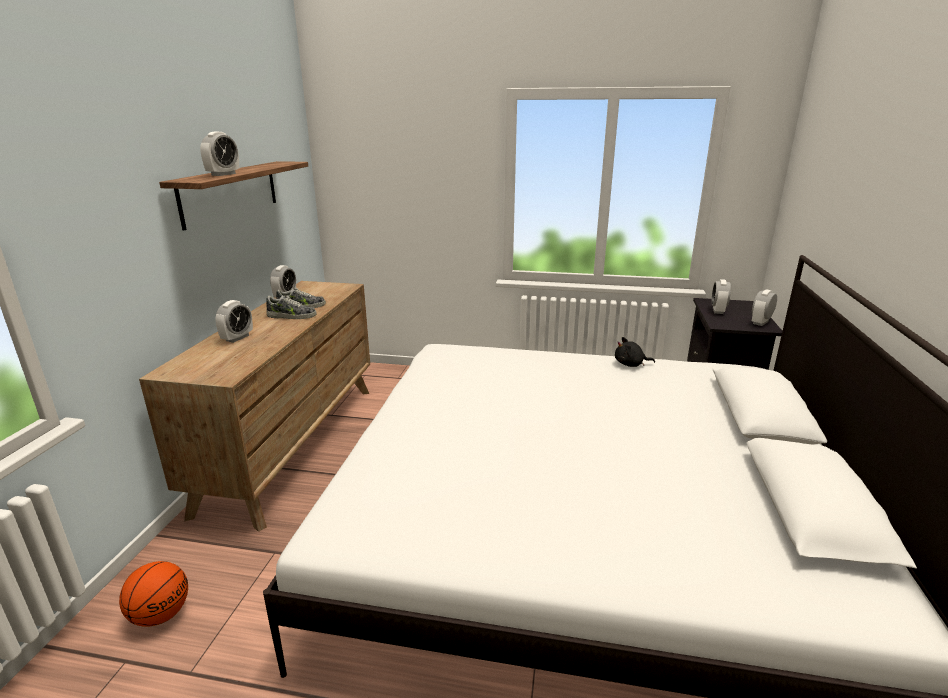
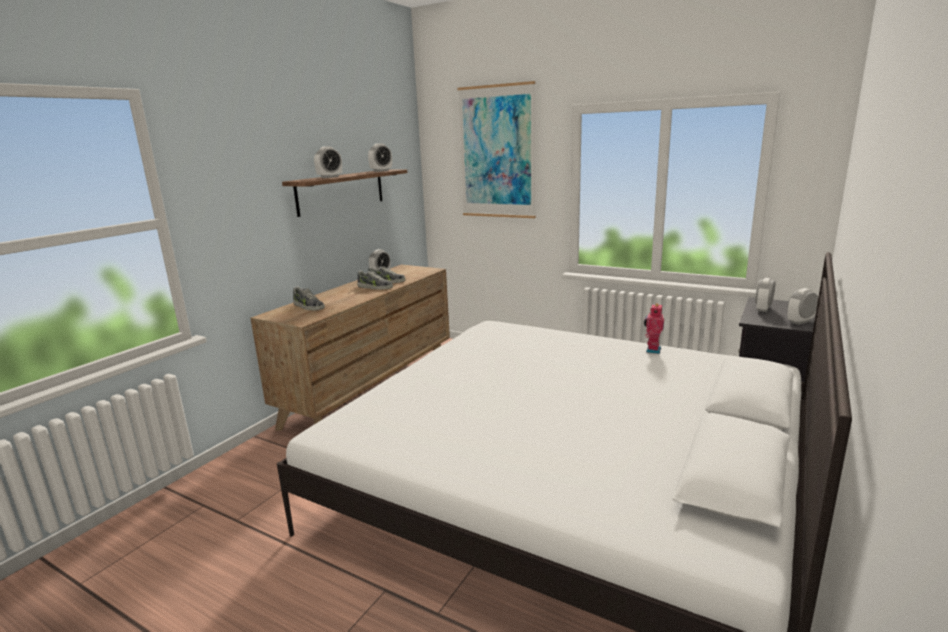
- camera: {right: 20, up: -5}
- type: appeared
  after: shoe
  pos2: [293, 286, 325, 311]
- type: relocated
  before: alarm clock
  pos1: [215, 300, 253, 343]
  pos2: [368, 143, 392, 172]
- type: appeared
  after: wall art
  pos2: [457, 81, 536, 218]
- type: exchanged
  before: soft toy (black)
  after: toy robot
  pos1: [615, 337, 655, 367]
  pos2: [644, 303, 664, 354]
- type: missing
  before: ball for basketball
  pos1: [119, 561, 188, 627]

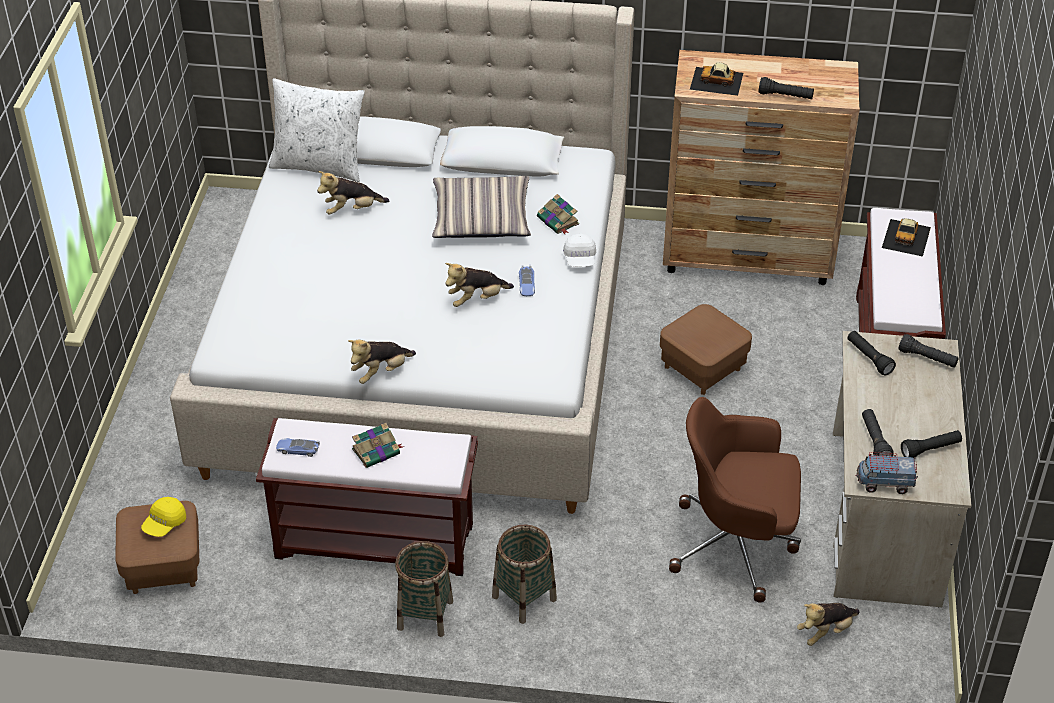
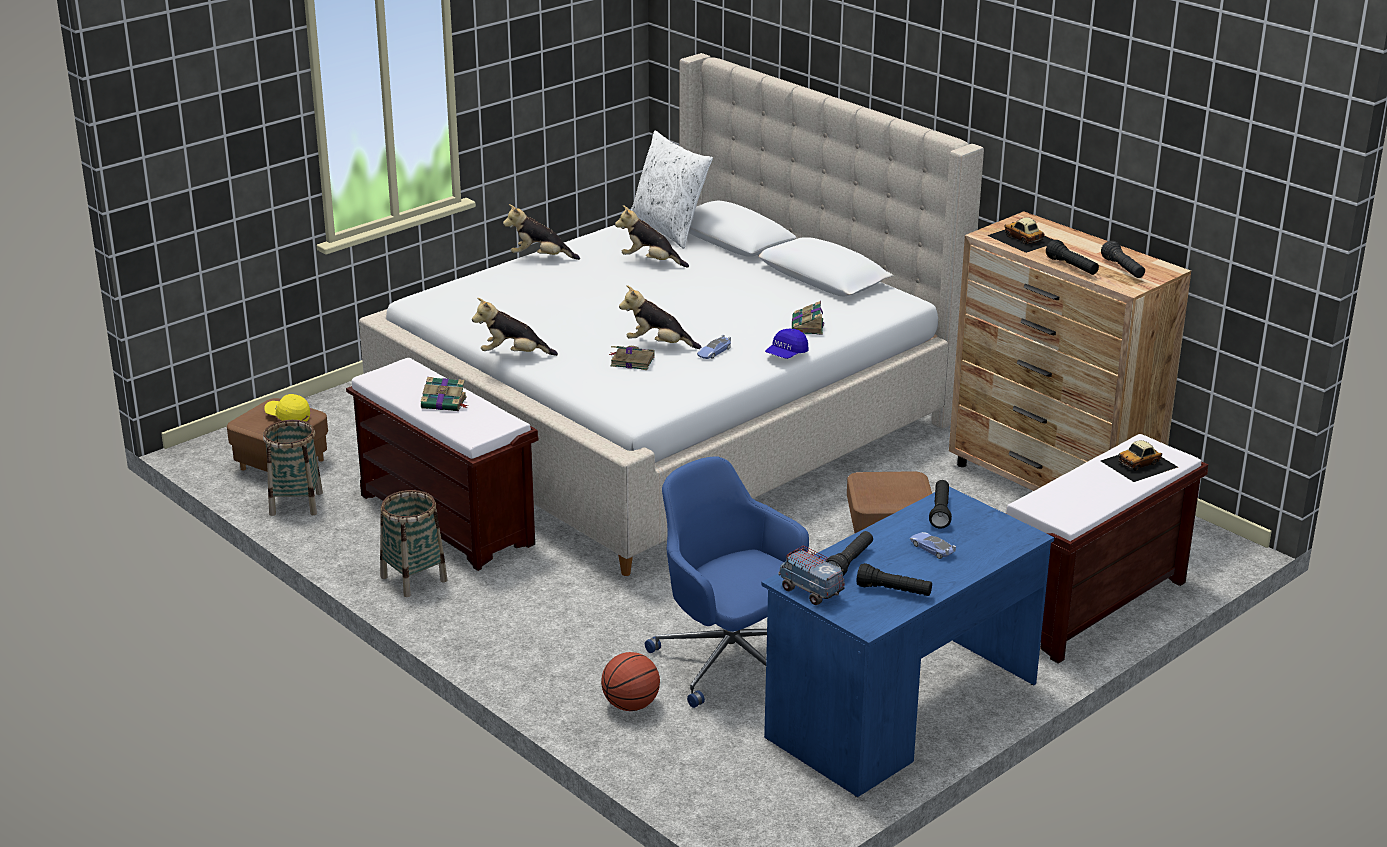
- camera: {right: 40, up: -15}
- type: relocated
  before: storage basket
  pos1: [492, 525, 557, 624]
  pos2: [263, 420, 323, 516]
- type: spun
  before: peaked cap (yellowish)
  pos1: [141, 497, 186, 537]
  pos2: [264, 394, 310, 422]
  turn: 45
- type: relocated
  before: soft toy
  pos1: [797, 603, 859, 646]
  pos2: [503, 204, 580, 260]
- type: appeared
  after: ball for basketball
  pos2: [601, 652, 660, 711]
- type: appeared
  after: book
  pos2: [609, 346, 655, 370]
- type: colour
  before: desk chair (brownish)
  after: desk chair (blue-coloured)
  pos1: [669, 397, 801, 602]
  pos2: [645, 457, 809, 708]
- type: colour
  before: desk table (sand-coloured)
  after: desk table (blue-coloured)
  pos1: [833, 331, 971, 608]
  pos2: [761, 487, 1054, 797]
- type: colour
  before: peaked cap (white-coloured)
  after: peaked cap (blue-coloured)
  pos1: [563, 234, 596, 267]
  pos2: [765, 329, 808, 359]
- type: relocated
  before: toy car
  pos1: [276, 438, 320, 457]
  pos2: [910, 532, 956, 559]
- type: relocated
  before: flashlight (black)
  pos1: [899, 334, 959, 368]
  pos2: [1101, 241, 1145, 278]
- type: missing
  before: throw pillow
  pos1: [432, 176, 531, 238]

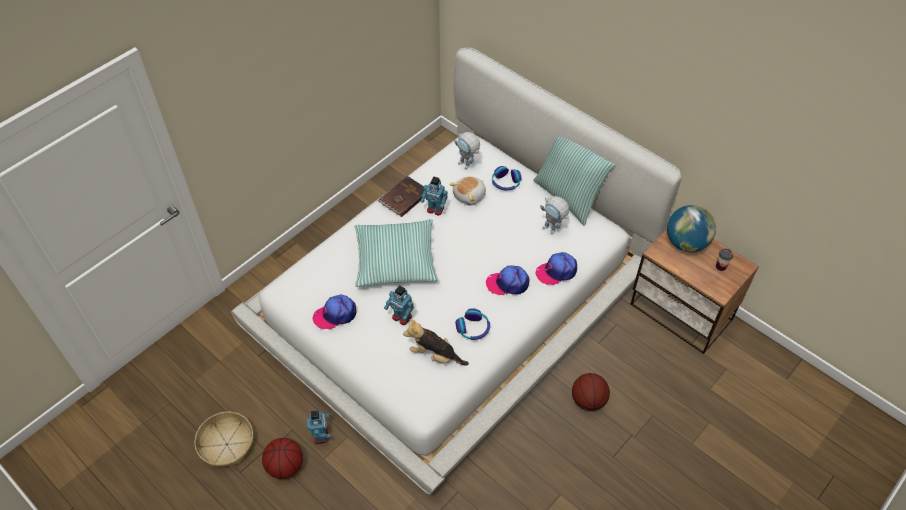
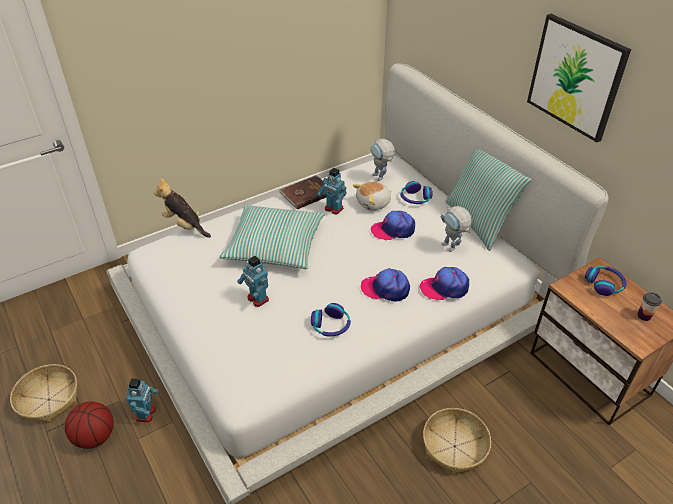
- camera: {right: 15, up: -10}
- type: relocated
  before: soft toy
  pos1: [403, 319, 469, 365]
  pos2: [154, 178, 211, 238]
- type: relocated
  before: peaked cap
  pos1: [313, 295, 356, 329]
  pos2: [371, 211, 415, 240]
- type: exchanged
  before: ball for basketball
  after: storage basket
  pos1: [572, 373, 610, 411]
  pos2: [423, 408, 491, 475]
- type: appeared
  after: wall art
  pos2: [527, 14, 631, 142]
- type: exchanged
  before: globe
  after: headphones
  pos1: [667, 205, 716, 252]
  pos2: [585, 266, 627, 296]

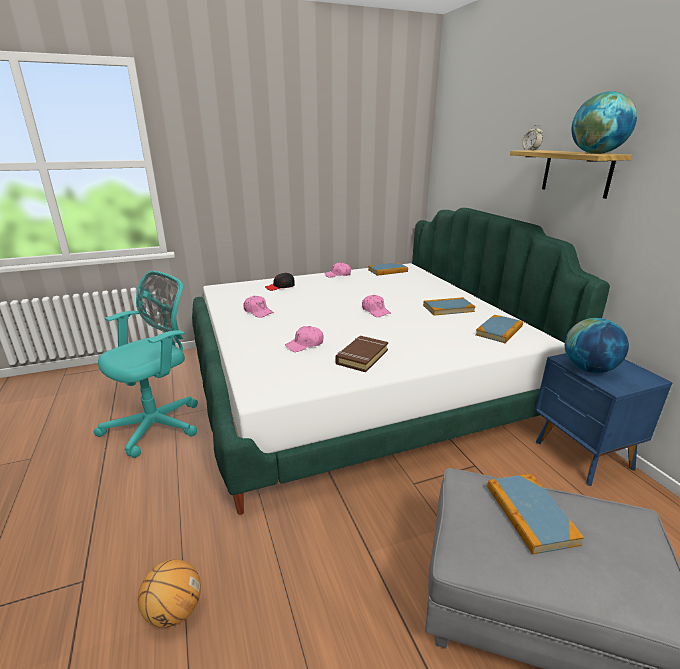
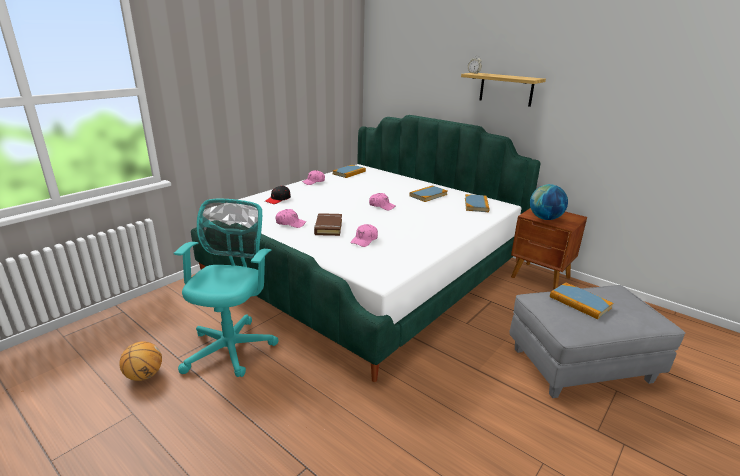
- camera: {right: -30, up: 0}
- type: relocated
  before: ball for basketball
  pos1: [138, 559, 201, 628]
  pos2: [119, 341, 162, 381]
- type: relocated
  before: book (brownish)
  pos1: [336, 336, 388, 372]
  pos2: [314, 213, 342, 236]
- type: colour
  before: night table (blue-coloured)
  after: night table (brownish)
  pos1: [535, 353, 672, 486]
  pos2: [511, 208, 587, 290]
- type: missing
  before: globe
  pos1: [571, 91, 637, 154]

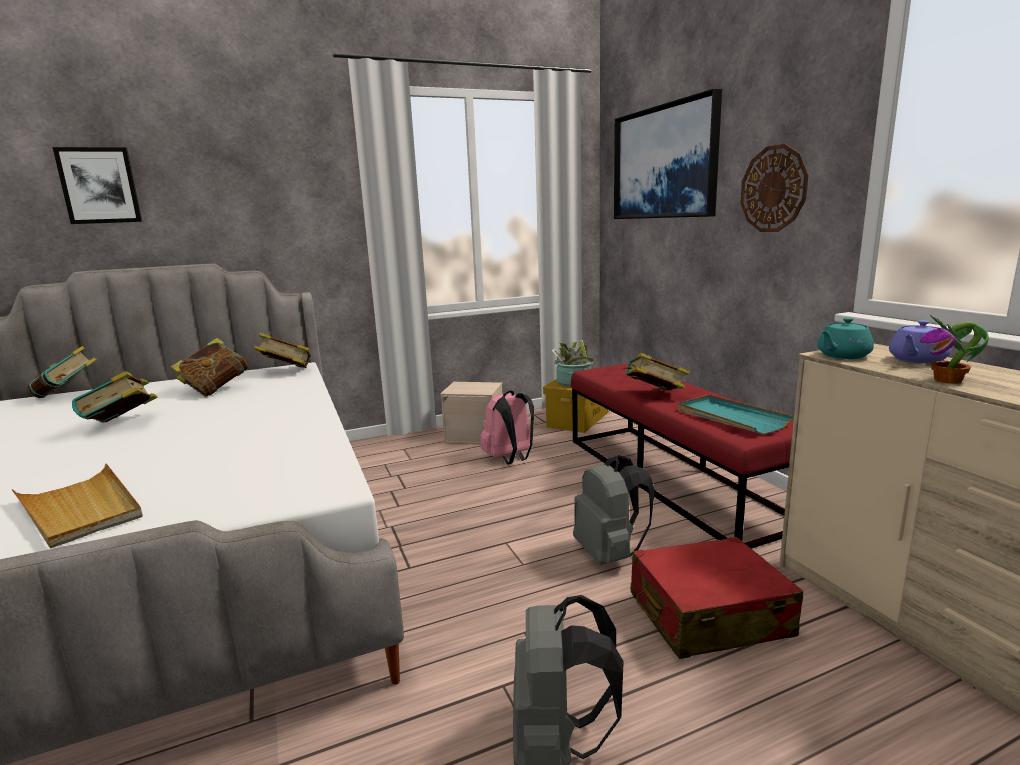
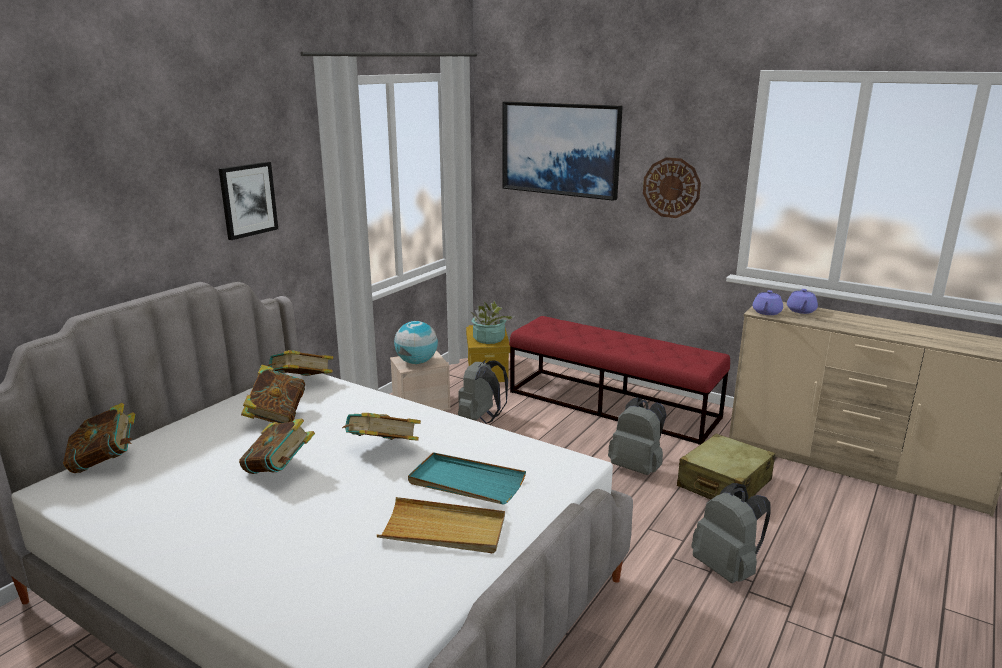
- camera: {right: -35, up: 5}
- type: relocated
  before: wall art
  pos1: [53, 147, 142, 224]
  pos2: [219, 162, 278, 240]
- type: relocated
  before: book
  pos1: [622, 353, 690, 390]
  pos2: [342, 413, 421, 440]
- type: appeared
  after: globe
  pos2: [394, 321, 438, 364]
- type: relocated
  before: carrying tray (blue-green)
  pos1: [678, 395, 793, 434]
  pos2: [408, 452, 526, 505]
- type: colour
  before: knapsack (pinkish)
  after: knapsack (grey)
  pos1: [480, 390, 534, 465]
  pos2: [458, 360, 508, 424]
- type: colour
  before: travel case (reddish)
  after: travel case (sand-coloured)
  pos1: [631, 537, 804, 659]
  pos2: [677, 434, 775, 499]
- type: colour
  before: teapot (blue-green)
  after: teapot (purplish)
  pos1: [818, 318, 874, 359]
  pos2: [753, 290, 783, 315]
- type: missing
  before: houseplant
  pos1: [920, 315, 989, 384]

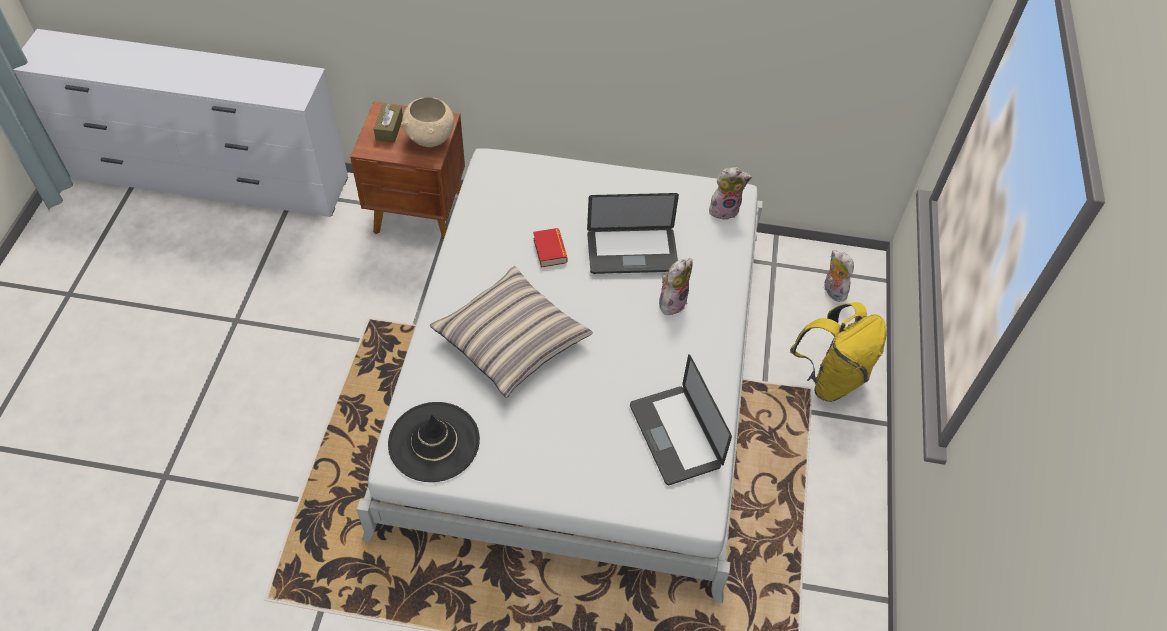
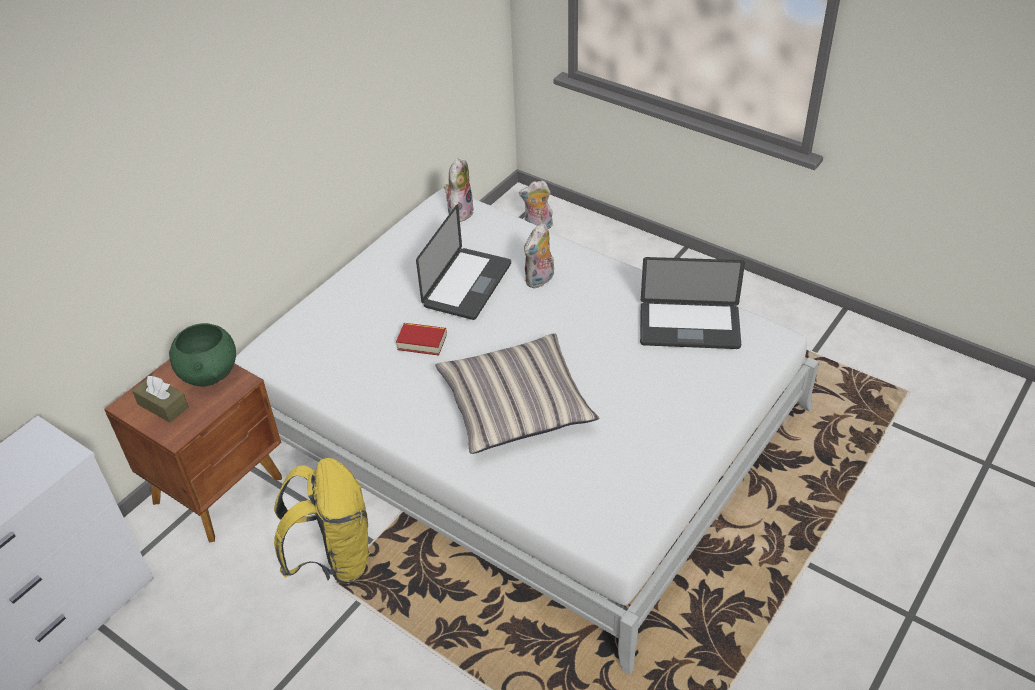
- camera: {right: -60, up: -10}
- type: colour
  before: deep dish (sand-coloured)
  after: deep dish (greenish)
  pos1: [401, 97, 454, 147]
  pos2: [169, 323, 236, 386]
- type: relocated
  before: knapsack (yellowish)
  pos1: [790, 302, 886, 402]
  pos2: [274, 458, 371, 584]
- type: spun
  before: soft toy
  pos1: [659, 258, 692, 318]
  pos2: [524, 223, 554, 288]
  turn: -120
- type: missing
  before: wearable hat (black)
  pos1: [388, 402, 480, 482]

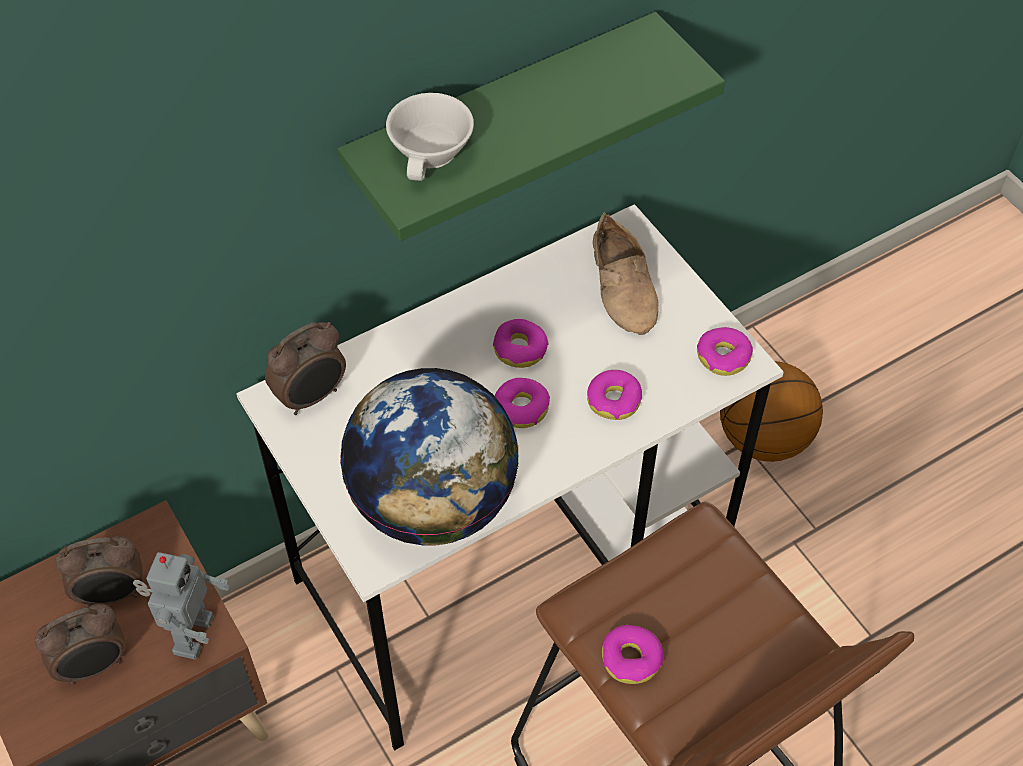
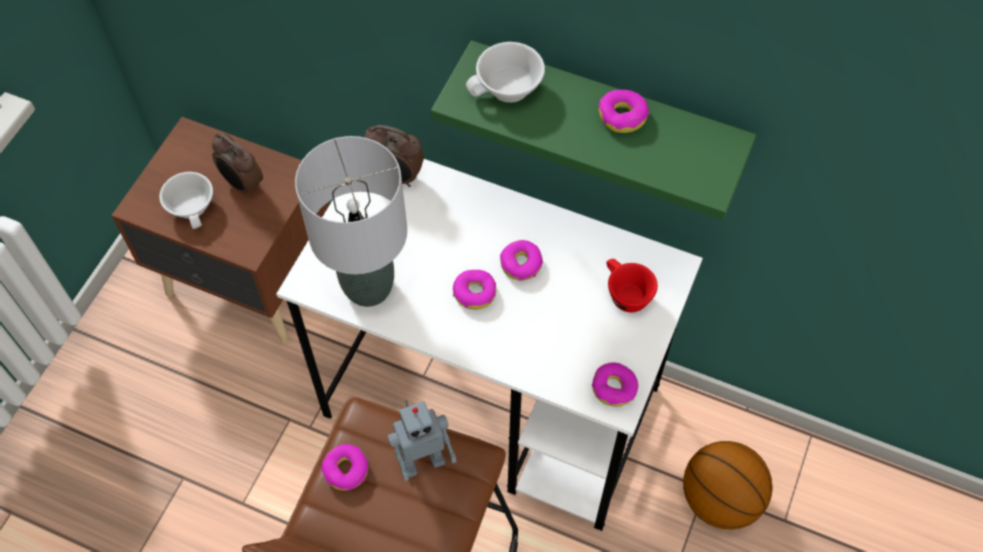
- camera: {right: 55, up: 5}
- type: exchanged
  before: alarm clock
  after: cup (white-coloured)
  pos1: [35, 604, 126, 685]
  pos2: [159, 172, 213, 229]
- type: exchanged
  before: globe
  after: table lamp (grey)
  pos1: [340, 368, 519, 545]
  pos2: [295, 136, 407, 307]
- type: relocated
  before: toy robot
  pos1: [133, 552, 230, 660]
  pos2: [388, 400, 456, 481]
- type: relocated
  before: doughnut
  pos1: [587, 370, 642, 420]
  pos2: [599, 90, 649, 133]
- type: exchanged
  before: shoe (sand-coloured)
  after: cup (reddish)
  pos1: [593, 212, 659, 335]
  pos2: [606, 259, 658, 312]

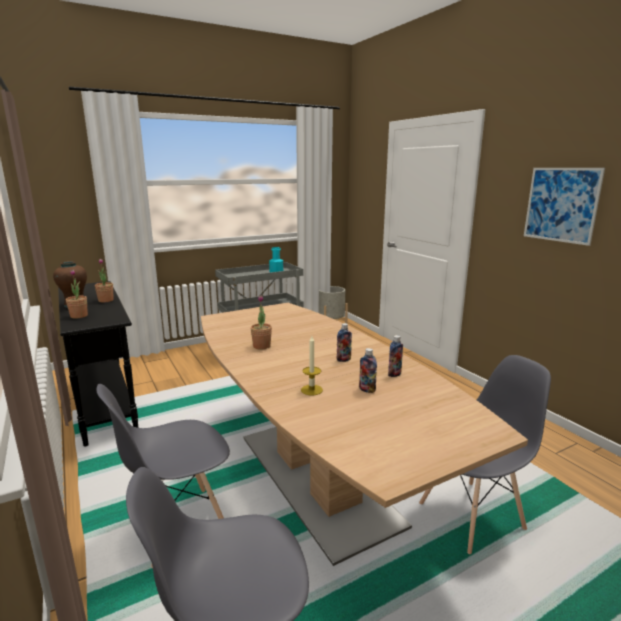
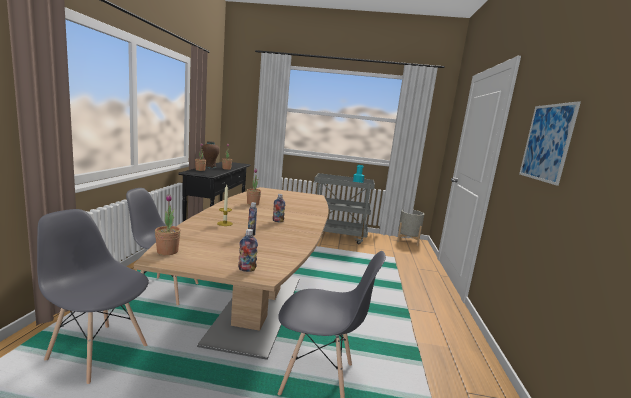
- camera: {right: 35, up: -5}
- type: appeared
  after: houseplant
  pos2: [155, 194, 181, 255]
- type: relocated
  before: bottle
  pos1: [388, 335, 403, 377]
  pos2: [238, 229, 258, 272]

